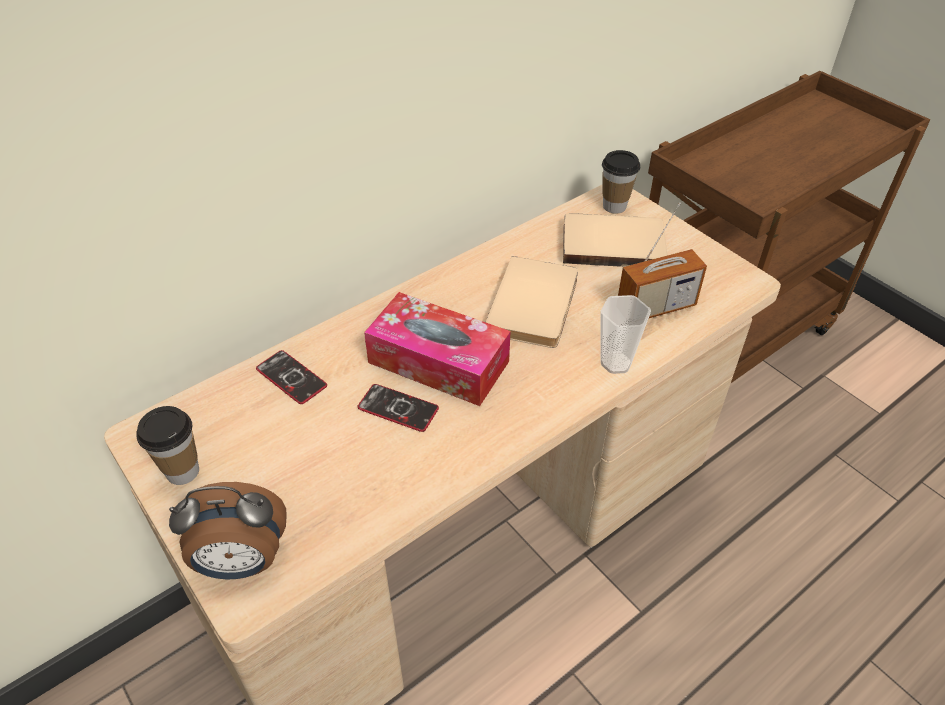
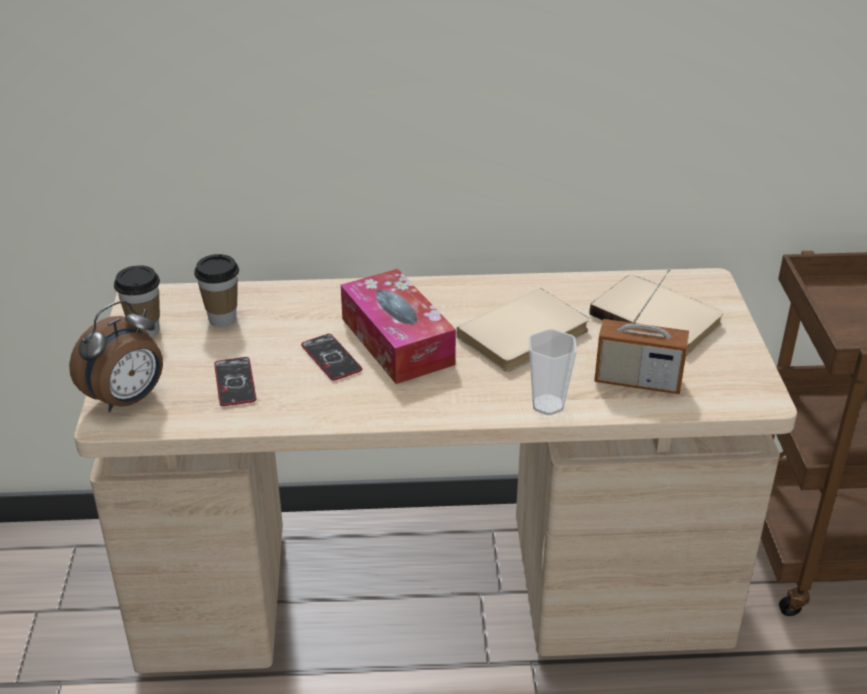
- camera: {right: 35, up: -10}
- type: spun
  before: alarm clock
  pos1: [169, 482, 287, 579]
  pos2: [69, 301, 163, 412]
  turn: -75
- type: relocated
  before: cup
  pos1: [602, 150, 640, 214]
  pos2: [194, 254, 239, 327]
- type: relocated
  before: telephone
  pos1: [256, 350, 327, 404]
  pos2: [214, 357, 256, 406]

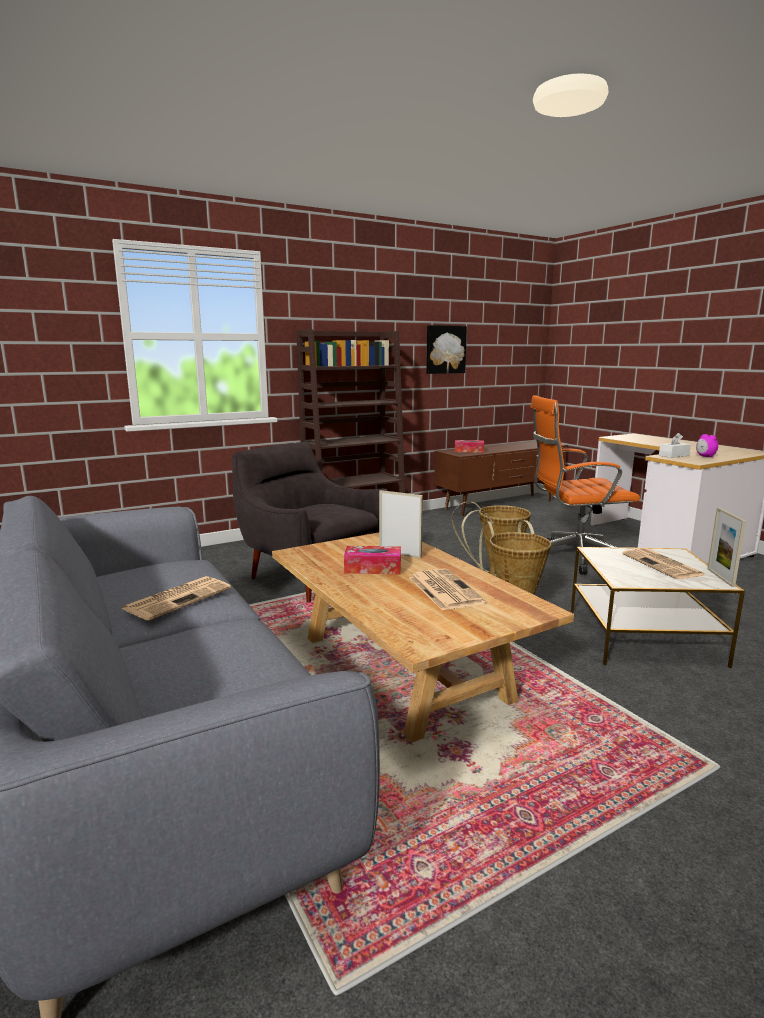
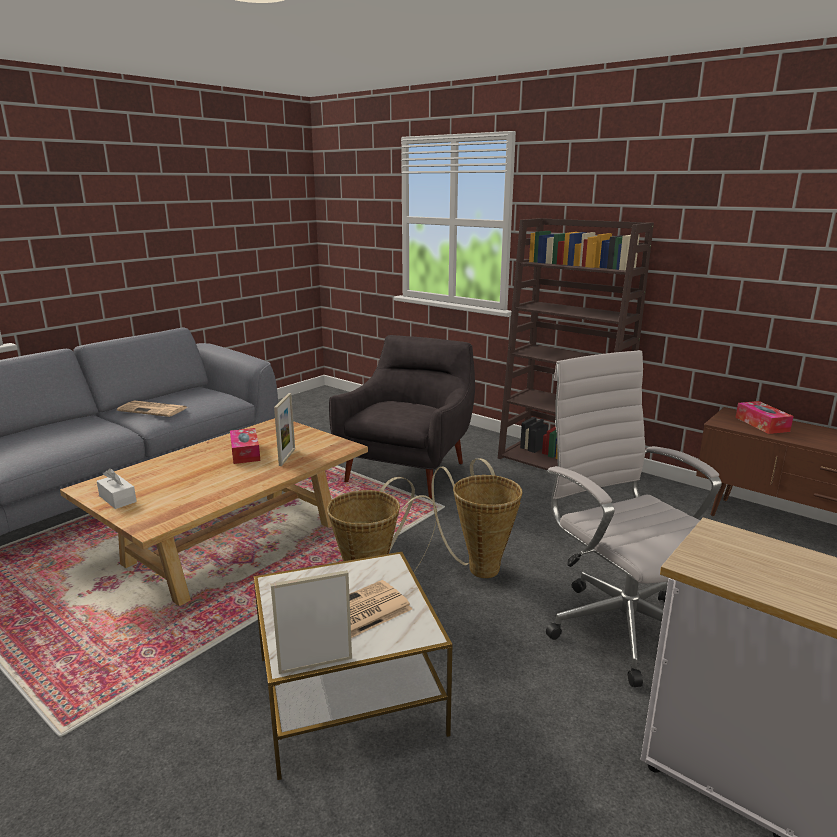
- camera: {right: 70, up: 5}
- type: relocated
  before: tissue holder (white-coloured)
  pos1: [659, 433, 691, 458]
  pos2: [97, 468, 137, 509]
- type: colour
  before: desk chair (orange)
  after: desk chair (white-coloured)
  pos1: [531, 395, 640, 575]
  pos2: [546, 350, 722, 687]
- type: missing
  before: printed paper
  pos1: [410, 568, 486, 611]
- type: missing
  before: wall art
  pos1: [426, 325, 467, 374]
- type: missing
  before: alarm clock
  pos1: [696, 434, 718, 457]

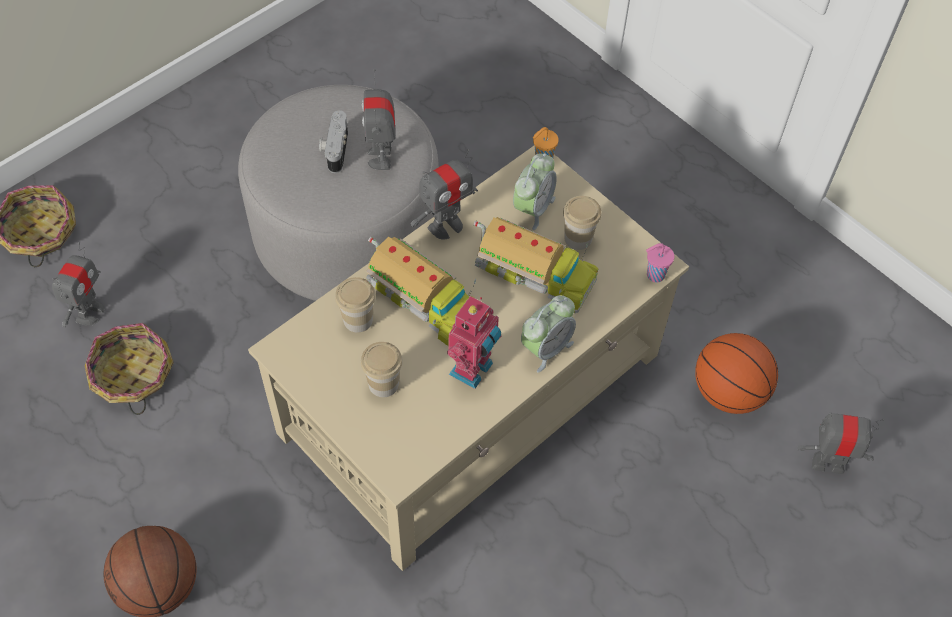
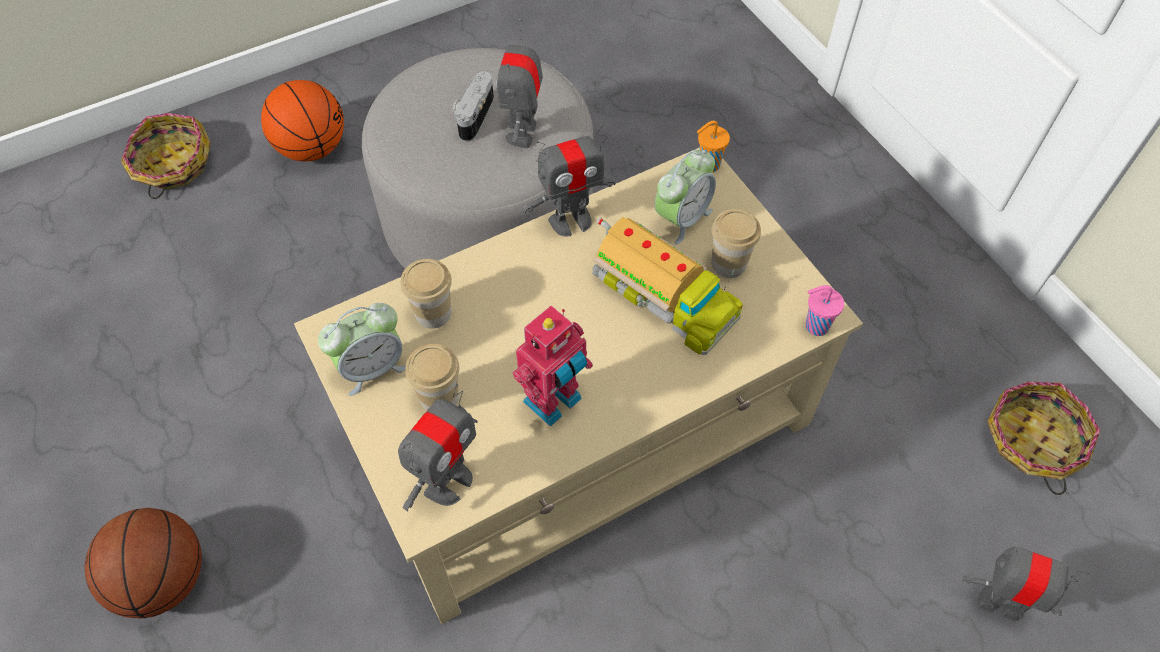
- camera: {right: 15, up: 0}
- type: relocated
  before: ball for basketball
  pos1: [695, 333, 778, 414]
  pos2: [261, 80, 344, 161]
- type: relocated
  before: alarm clock
  pos1: [521, 295, 576, 372]
  pos2: [318, 303, 406, 396]
- type: relocated
  before: toy robot
  pos1: [52, 242, 105, 327]
  pos2: [398, 384, 477, 511]
- type: relocated
  before: storage basket
  pos1: [85, 323, 174, 415]
  pos2: [987, 381, 1100, 495]
- type: missing
  before: toy truck
  pos1: [366, 237, 476, 346]

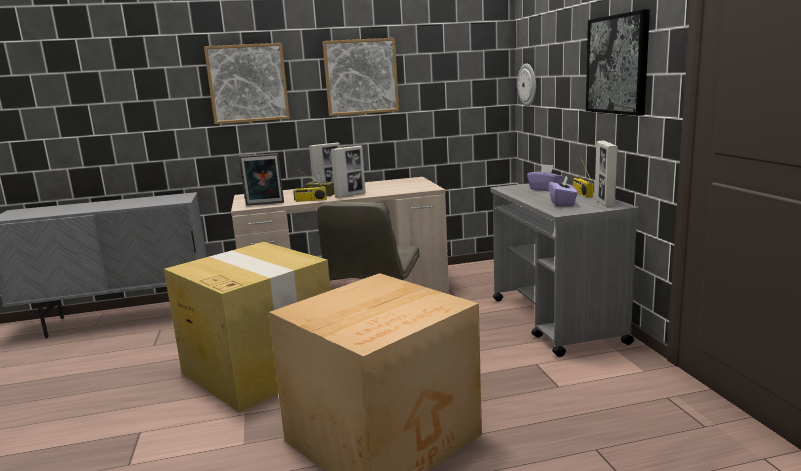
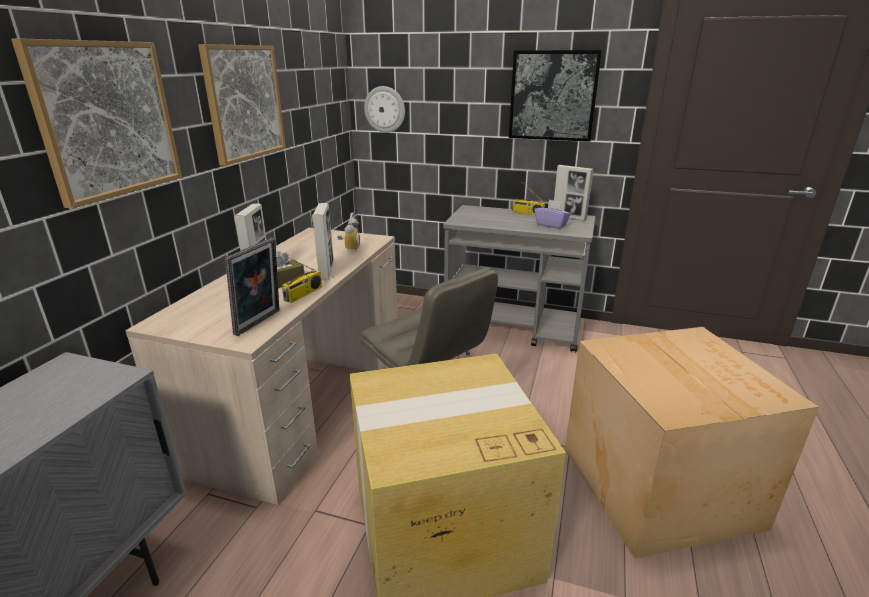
- camera: {right: -60, up: 10}
- type: appeared
  after: alarm clock
  pos2: [337, 212, 360, 251]
- type: missing
  before: tissue holder (purplish)
  pos1: [527, 164, 564, 192]

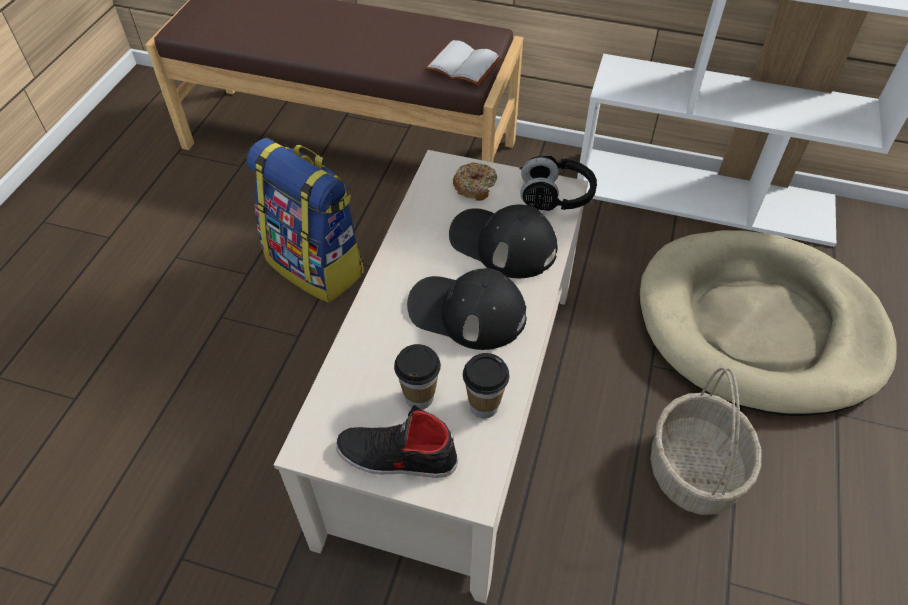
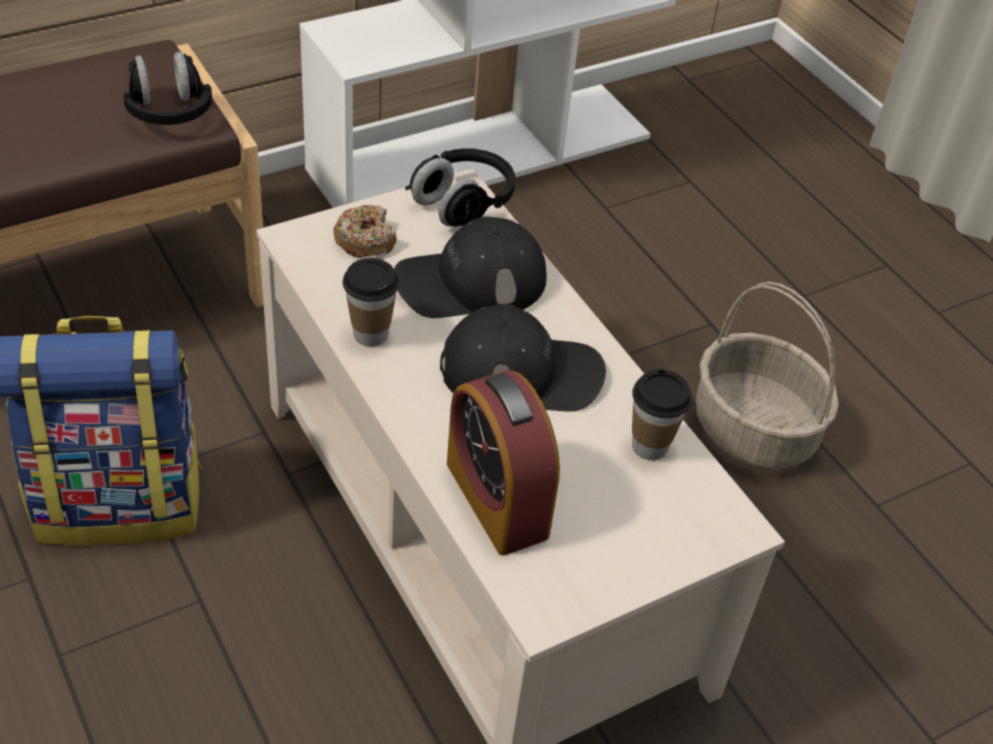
- camera: {right: -50, up: -5}
- type: exchanged
  before: book (white-coloured)
  after: headphones (black)
  pos1: [424, 40, 502, 87]
  pos2: [123, 52, 212, 125]
- type: relocated
  before: cup
  pos1: [394, 344, 441, 409]
  pos2: [343, 258, 399, 347]
- type: spun
  before: peaked cap (black)
  pos1: [407, 268, 527, 350]
  pos2: [440, 304, 606, 412]
  turn: -150
- type: appeared
  after: alarm clock
  pos2: [447, 370, 560, 555]
- type: missing
  before: shoe (black)
  pos1: [336, 405, 458, 478]
- type: missing
  before: dog cushion (sand-coloured)
  pos1: [639, 230, 897, 416]

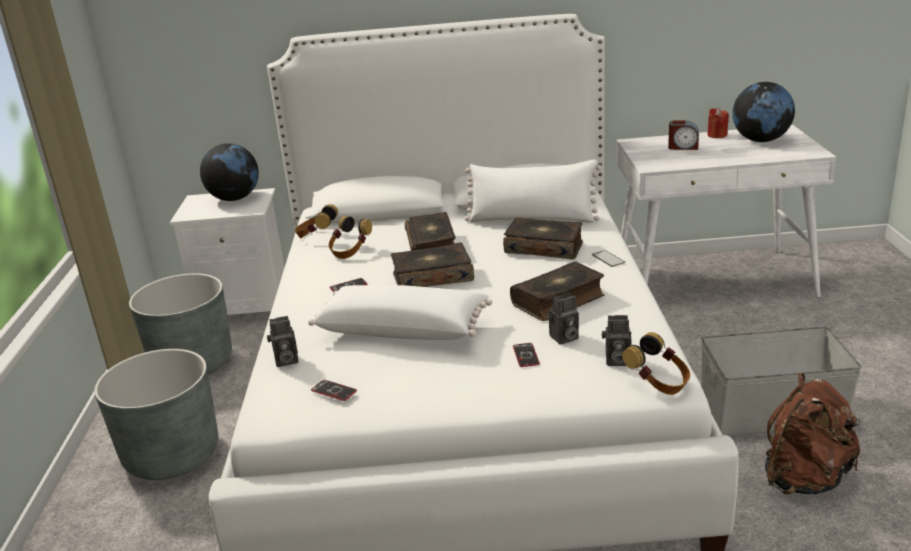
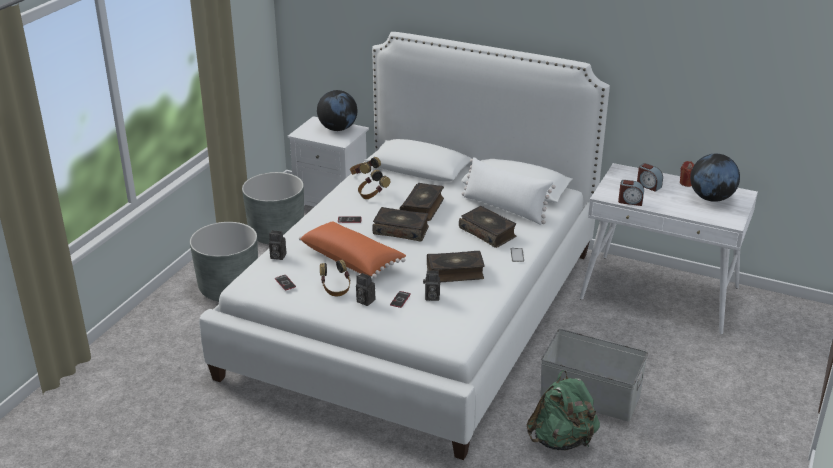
- camera: {right: 25, up: 5}
- type: colour
  before: throw pillow (white-coloured)
  after: throw pillow (orange)
  pos1: [308, 285, 492, 340]
  pos2: [299, 221, 406, 278]
- type: relocated
  before: headphones
  pos1: [622, 332, 690, 395]
  pos2: [320, 260, 351, 297]
- type: relocated
  before: photo camera
  pos1: [602, 315, 631, 366]
  pos2: [356, 273, 376, 306]
- type: colour
  before: knapsack (brownish)
  after: knapsack (greenish)
  pos1: [765, 373, 860, 494]
  pos2: [527, 370, 600, 450]
- type: appeared
  after: alarm clock
  pos2: [618, 180, 644, 206]

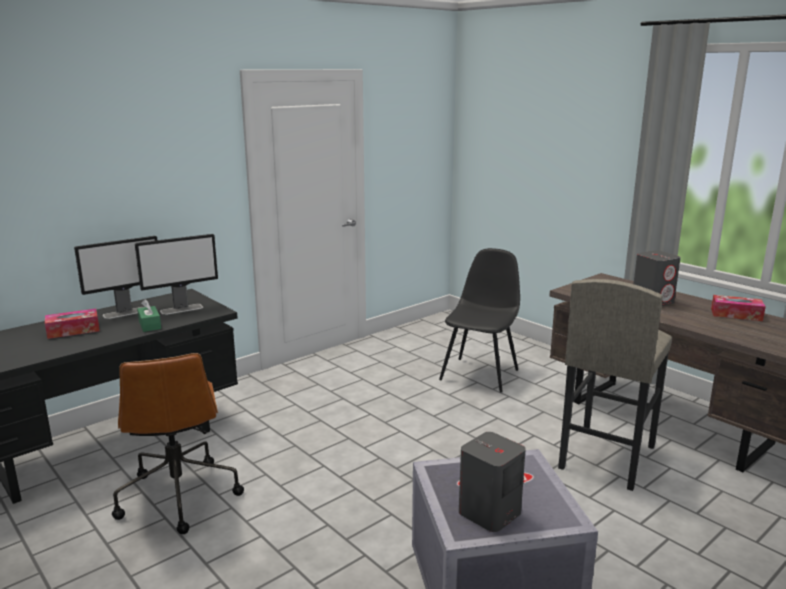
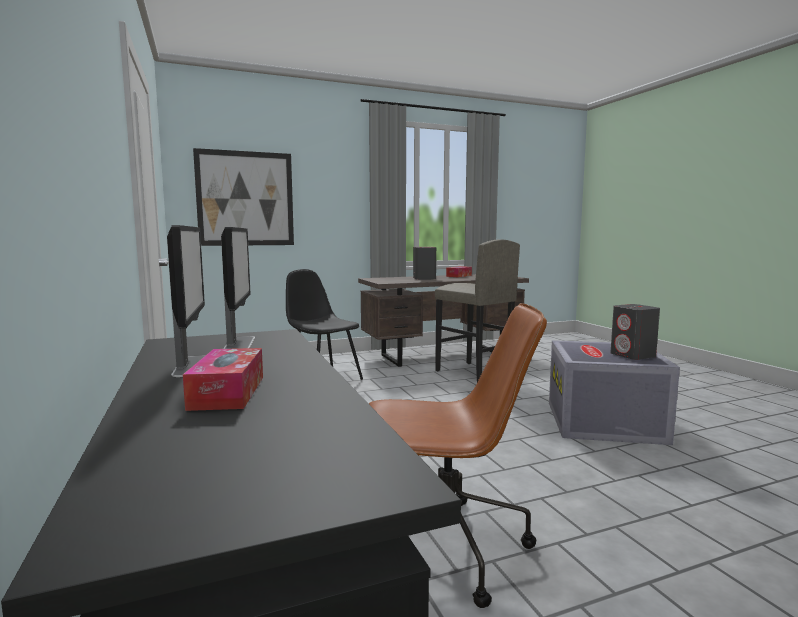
- camera: {right: -70, up: -10}
- type: appeared
  after: wall art
  pos2: [193, 148, 294, 246]
- type: missing
  before: tissue holder (greenish)
  pos1: [137, 299, 161, 332]

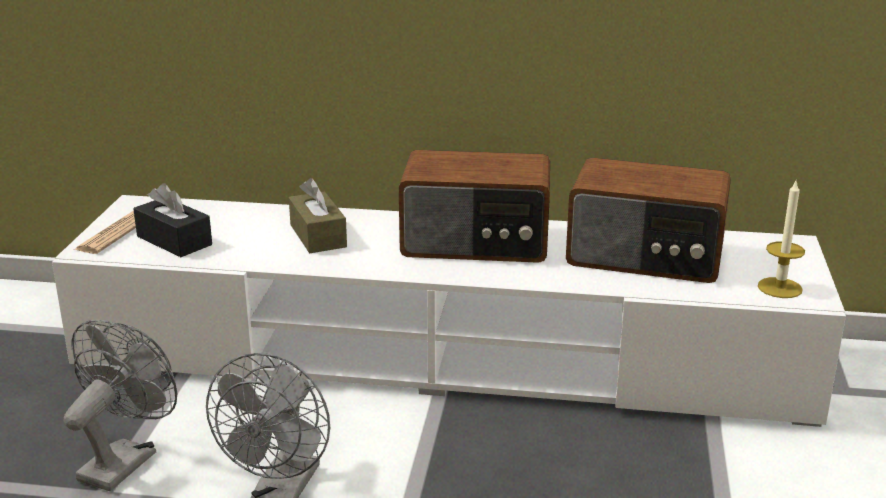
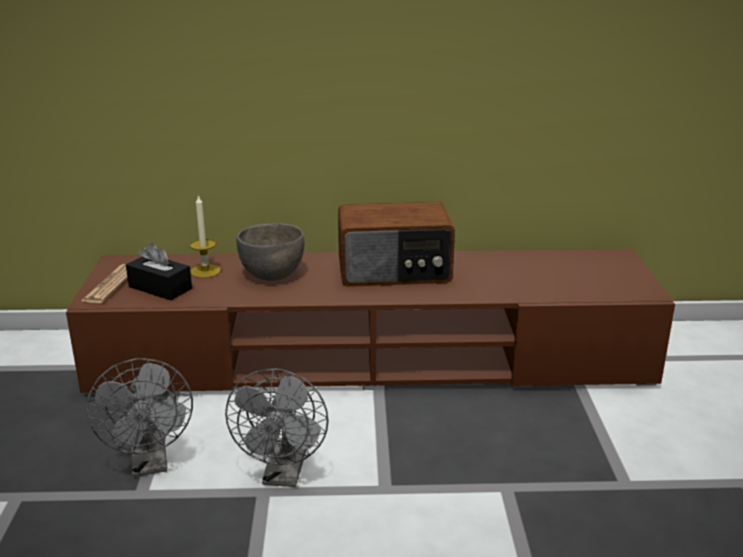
- camera: {right: -10, up: 0}
- type: colour
  before: tv stand (white-coloured)
  after: tv stand (brownish)
  pos1: [52, 195, 846, 427]
  pos2: [66, 249, 675, 395]
- type: spun
  before: fan (grey)
  pos1: [64, 320, 177, 491]
  pos2: [87, 358, 193, 477]
  turn: 150
- type: relocated
  before: wax candle
  pos1: [758, 181, 805, 298]
  pos2: [190, 195, 221, 278]
- type: exchanged
  before: tissue holder (brownish)
  after: deep dish (grey)
  pos1: [289, 178, 347, 253]
  pos2: [236, 223, 304, 280]
- type: missing
  before: radio
  pos1: [566, 158, 731, 283]

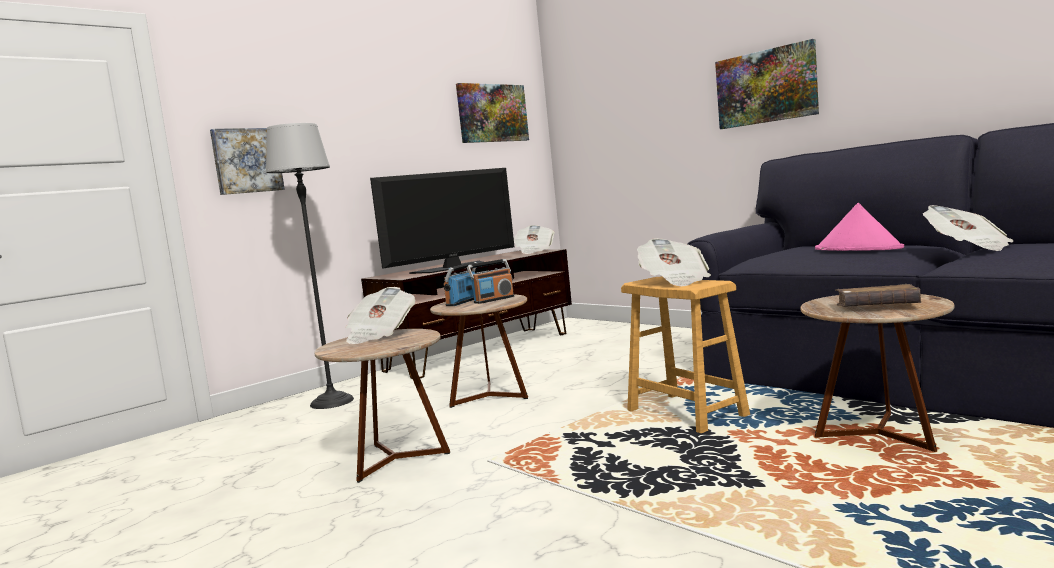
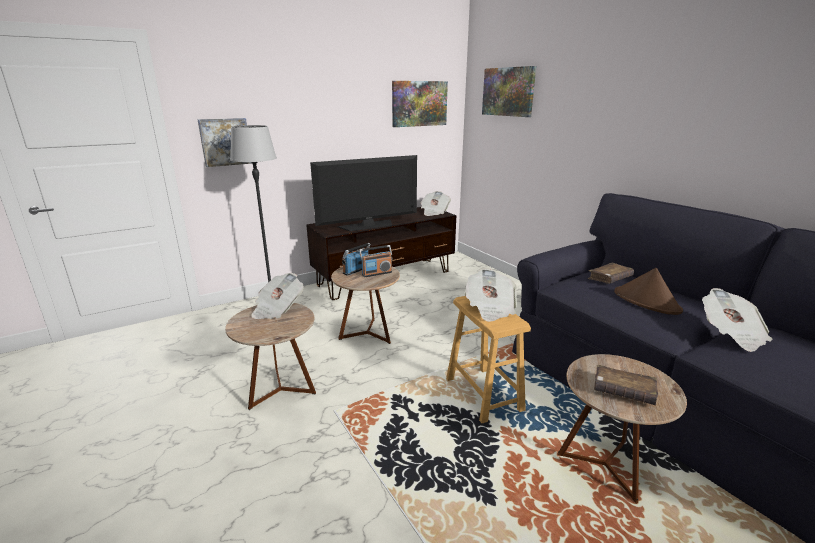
- camera: {right: 10, up: 15}
- type: relocated
  before: wall art
  pos1: [715, 39, 819, 129]
  pos2: [482, 66, 536, 117]
- type: appeared
  after: book (brownish)
  pos2: [588, 263, 634, 284]
- type: colour
  before: wearable hat (pinkish)
  after: wearable hat (brownish)
  pos1: [815, 203, 904, 251]
  pos2: [614, 268, 683, 315]

